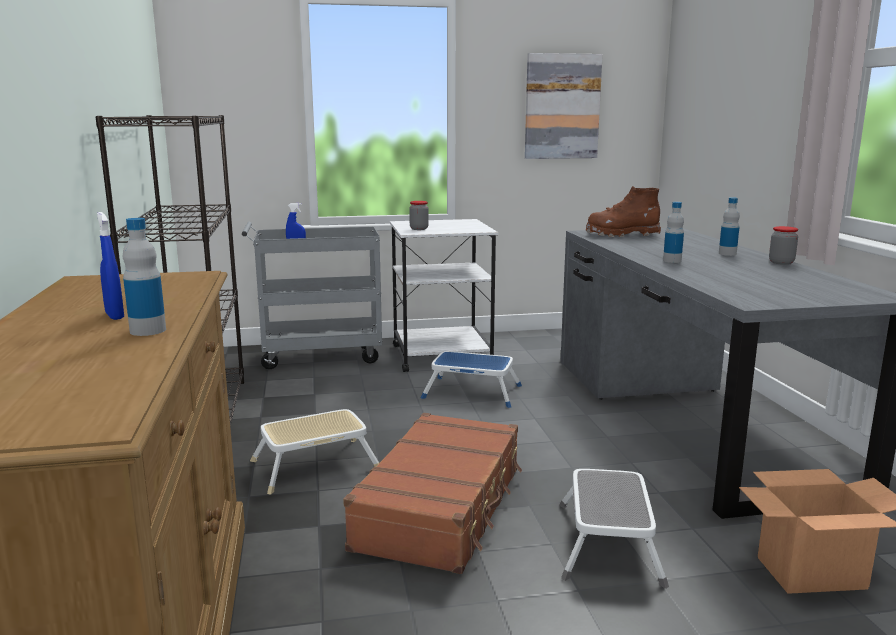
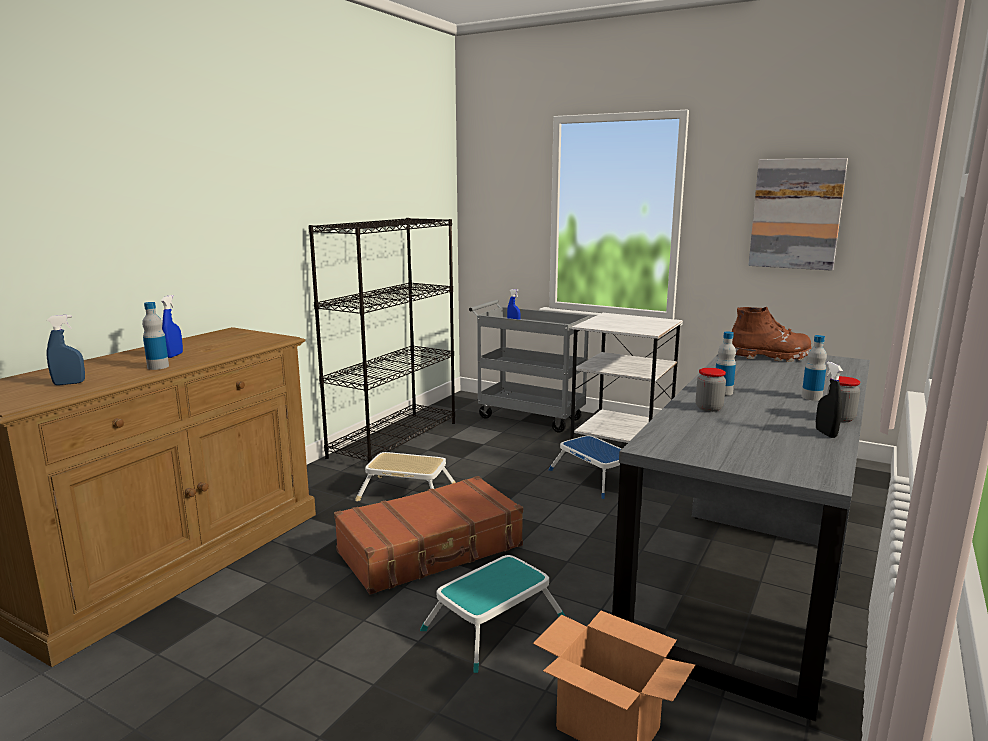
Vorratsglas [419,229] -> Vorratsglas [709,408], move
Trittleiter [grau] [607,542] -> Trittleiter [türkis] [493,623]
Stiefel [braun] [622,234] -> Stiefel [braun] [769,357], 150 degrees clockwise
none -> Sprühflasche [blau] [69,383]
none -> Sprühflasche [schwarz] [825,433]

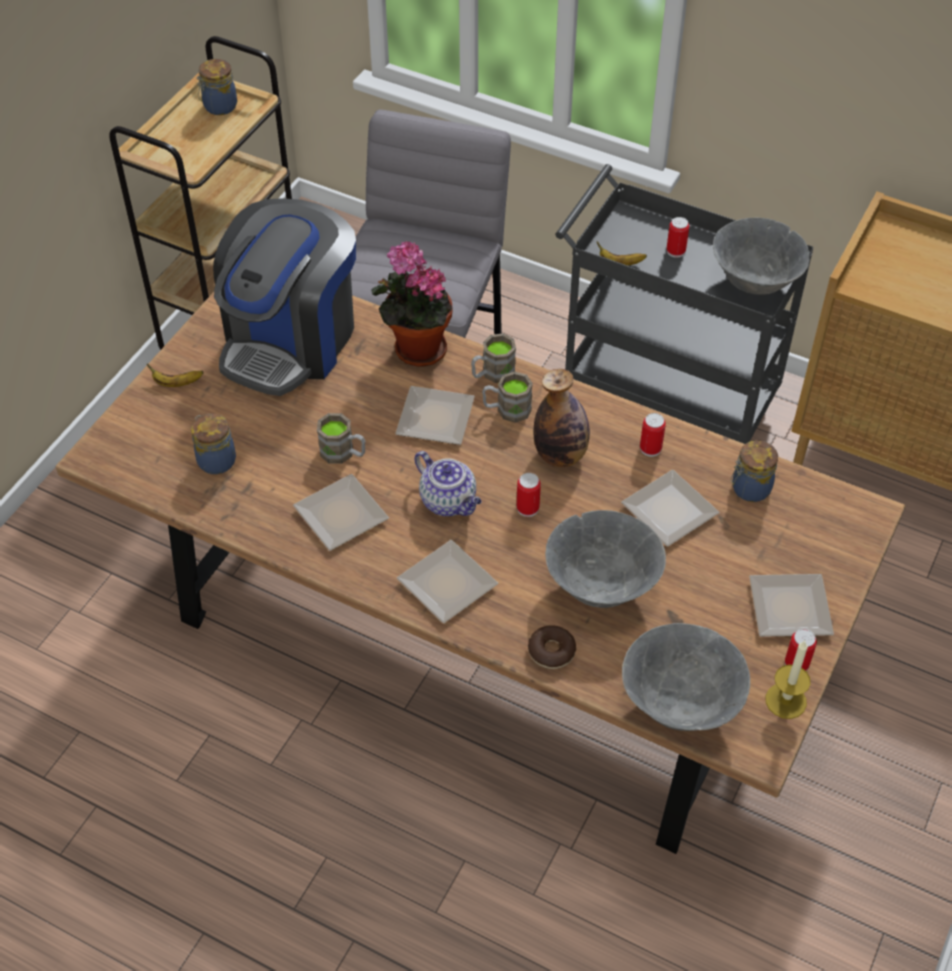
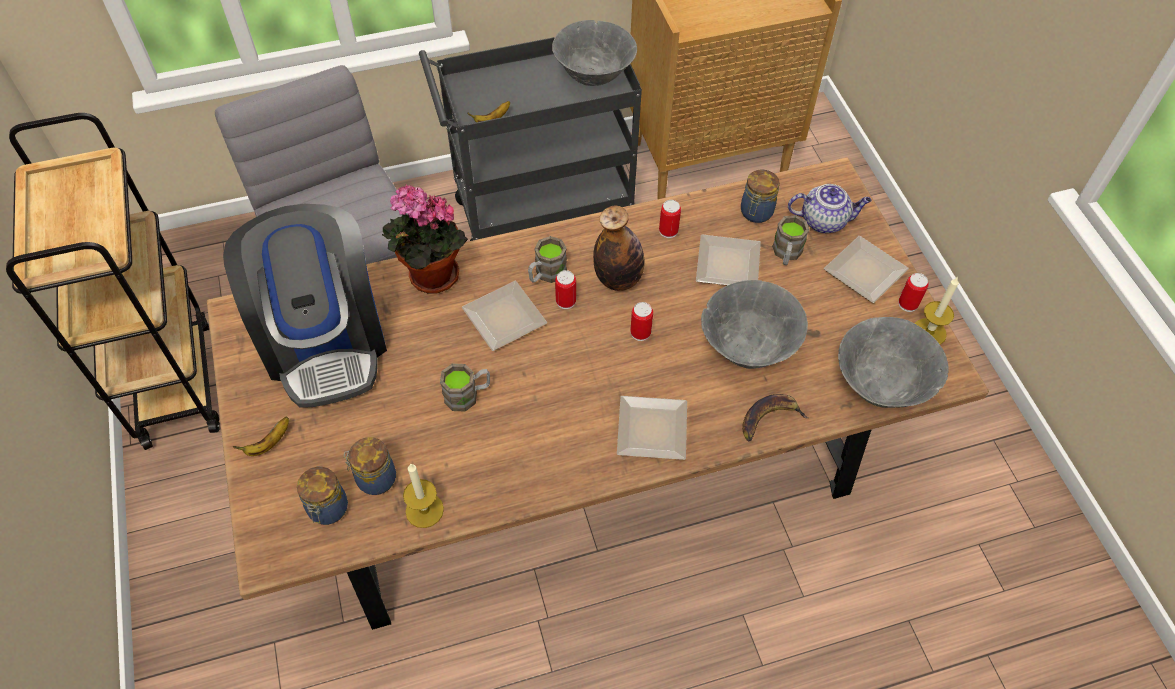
Vorratsglas [219,107] -> Vorratsglas [327,510], move
Teller [337,515] -> none
Teekanne [449,501] -> Teekanne [824,221], move
Henkelbecher [braun] [492,374] -> Henkelbecher [braun] [786,254], move
Donut [551,651] -> Banane [769,418]
Dose [675,251] -> Dose [566,301], move
none -> Kerze [424,510]

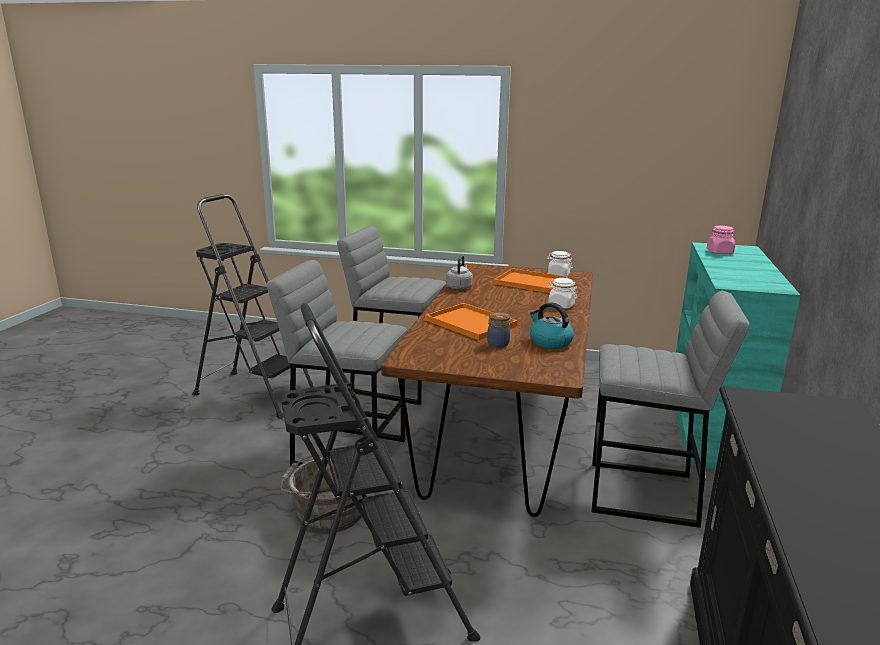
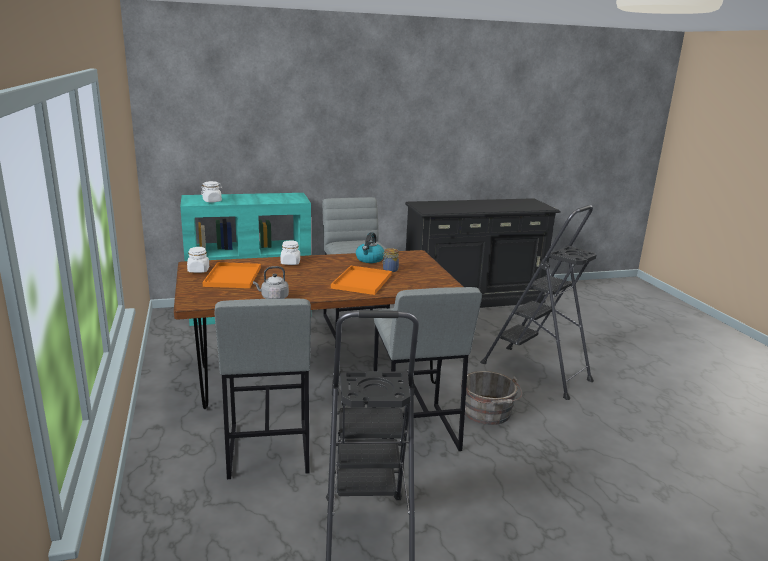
Vorratsglas [rosa] [719,252] -> Vorratsglas [weiß] [212,201]

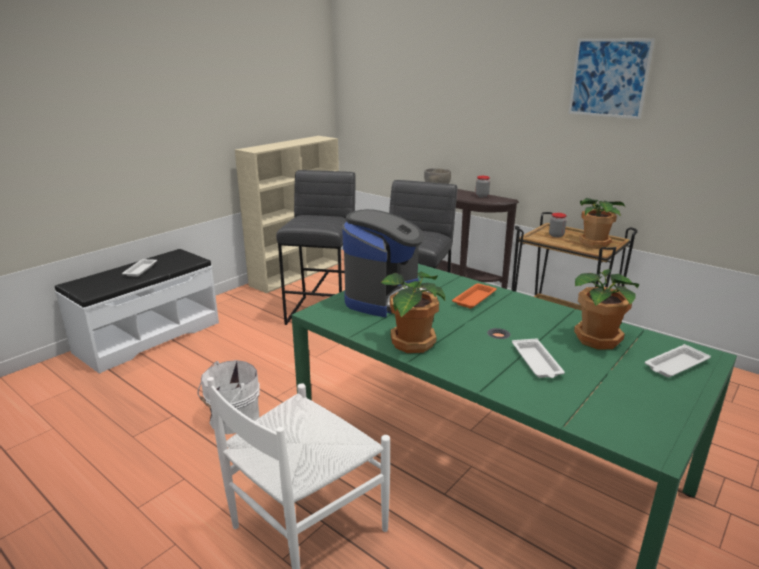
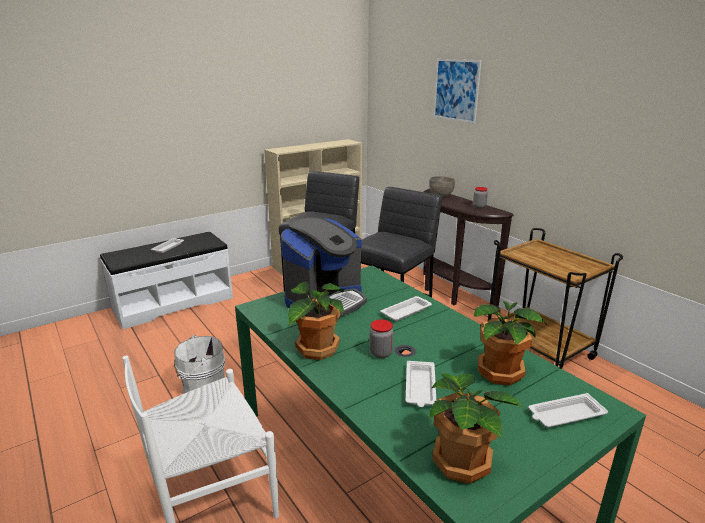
Tablett [orange] [475,298] -> Tablett [weiß] [407,311]
Vorratsglas [556,235] -> Vorratsglas [380,353], move
Bild [609,78] -> Bild [456,90], move
Topfpflanze [594,243] -> Topfpflanze [462,461], move

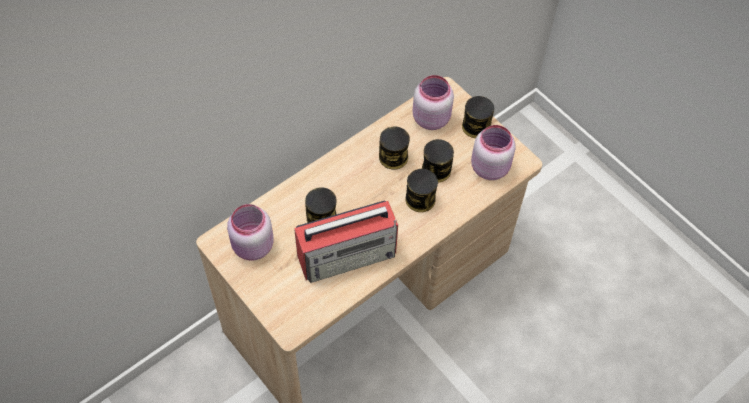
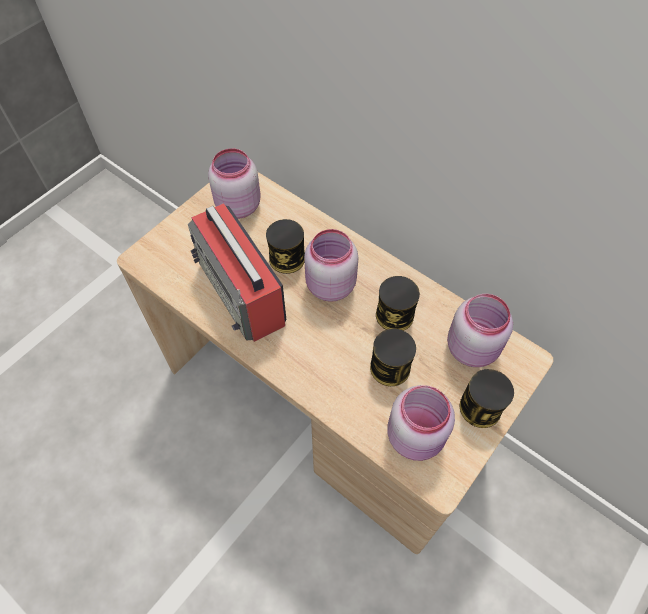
Dose [420,199] -> none
none -> Vorratsglas [rosa] [329,285]

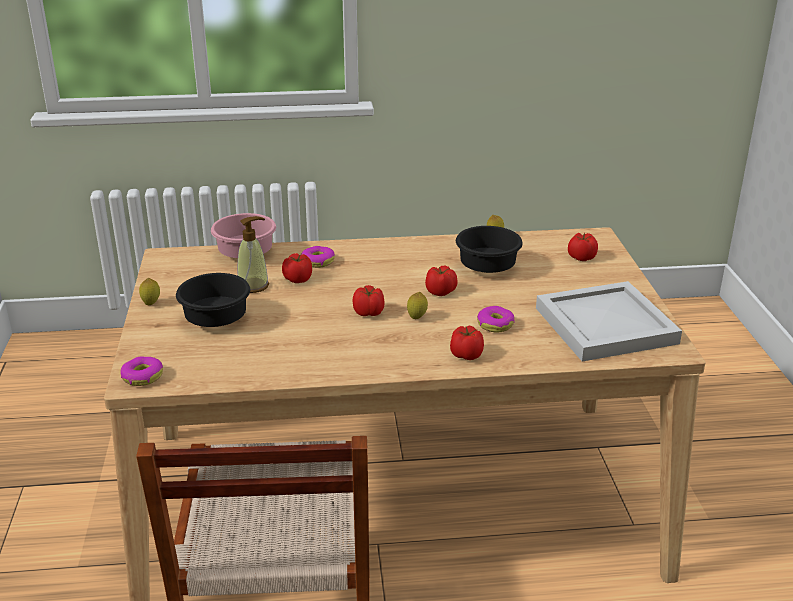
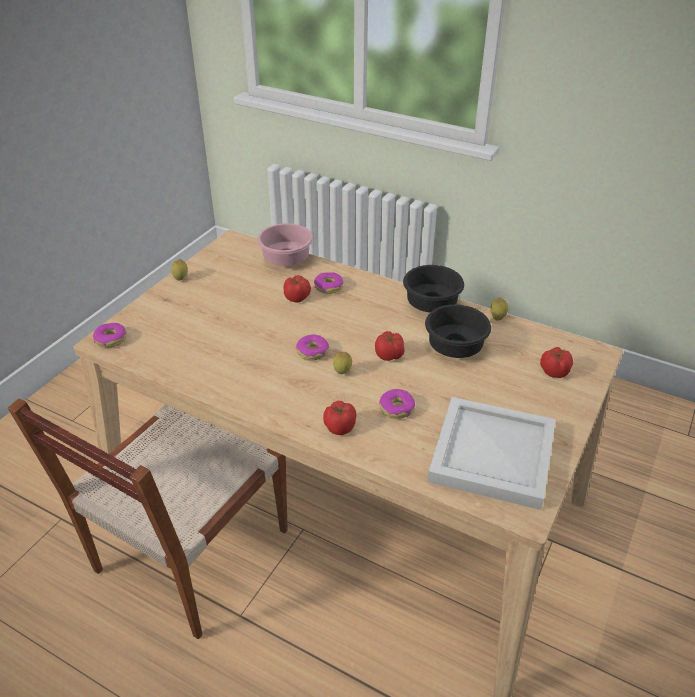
Schüssel [schwarz] [217,319] -> Schüssel [schwarz] [433,304], move
Seifenspender [253,286] -> none
Tomate [369,313] -> Donut [312,352]

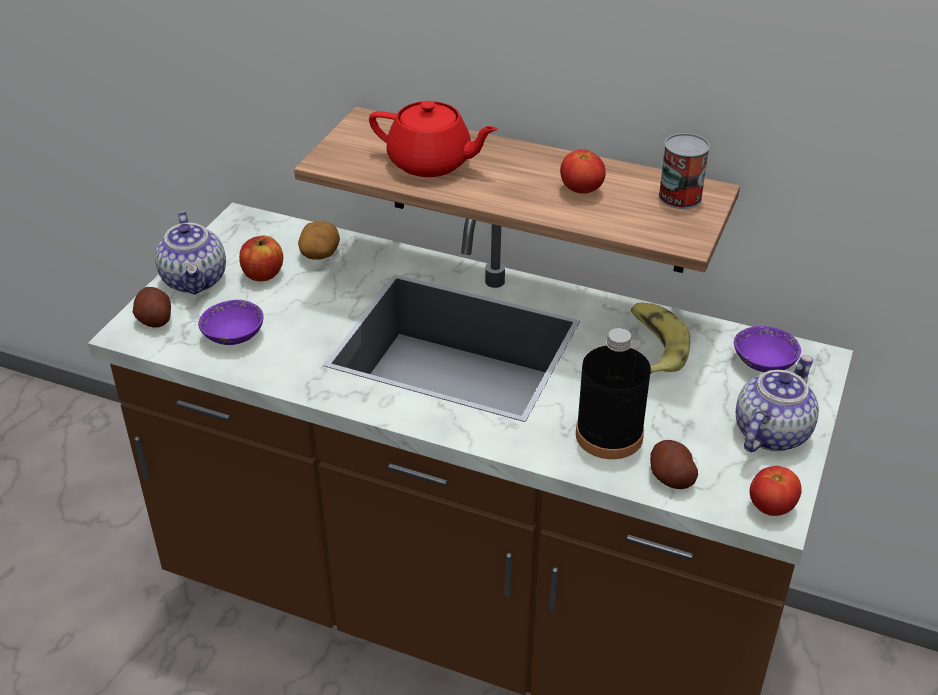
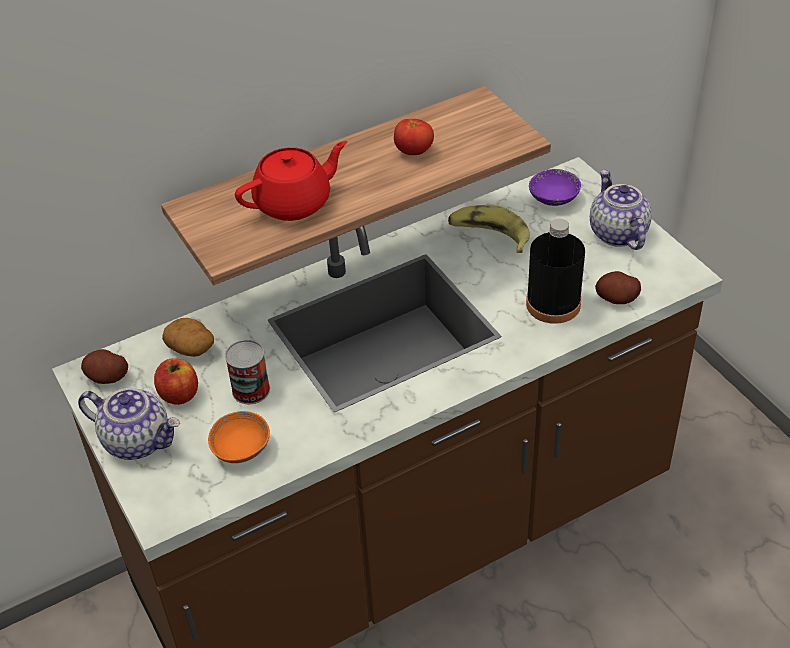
Kartoffel [154,320] -> Kartoffel [107,377], move
Schüssel [lila] [233,336] -> Schüssel [orange] [241,449]
Dose [680,197] -> Dose [251,390], move
Tomate [771,507] -> none

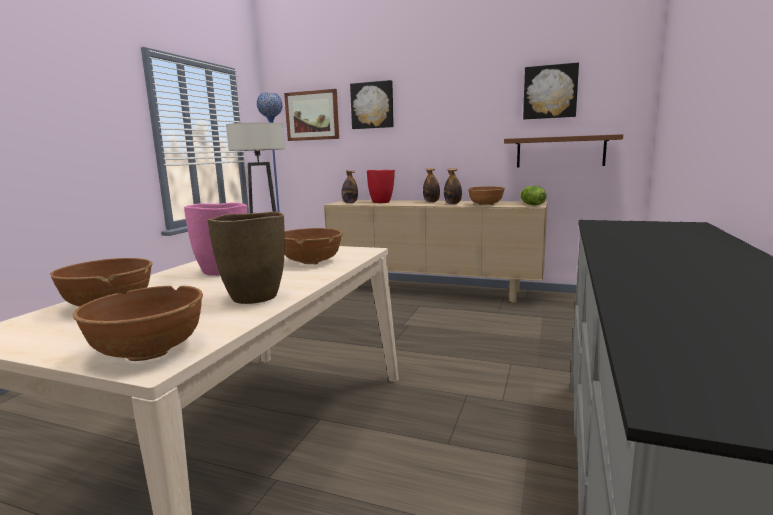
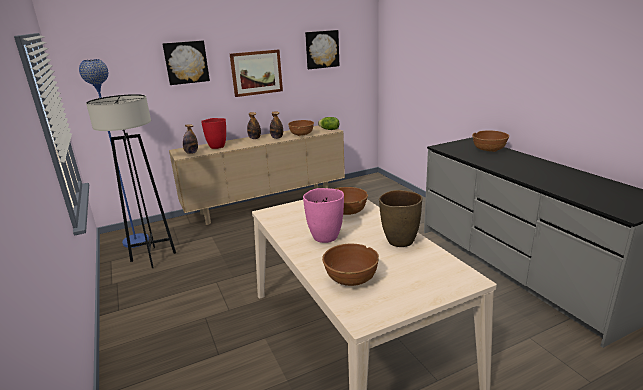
Schüssel [braun] [148,350] -> Schüssel [braun] [488,150], move
Bild [312,115] -> Bild [256,73], move
Wandregal [braun] [560,152] -> none

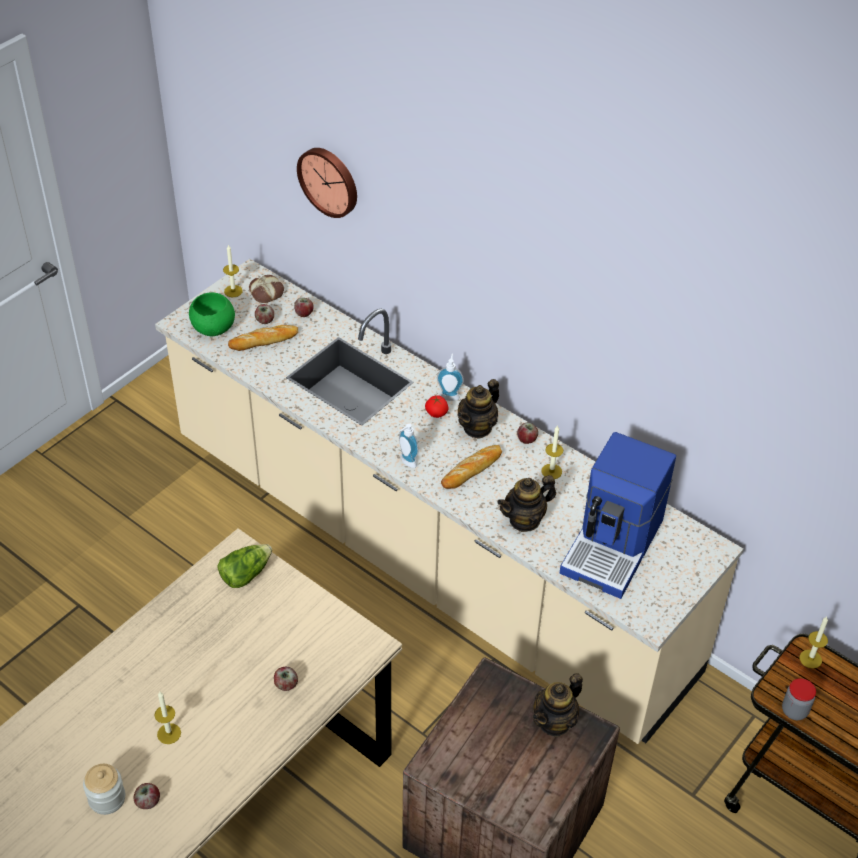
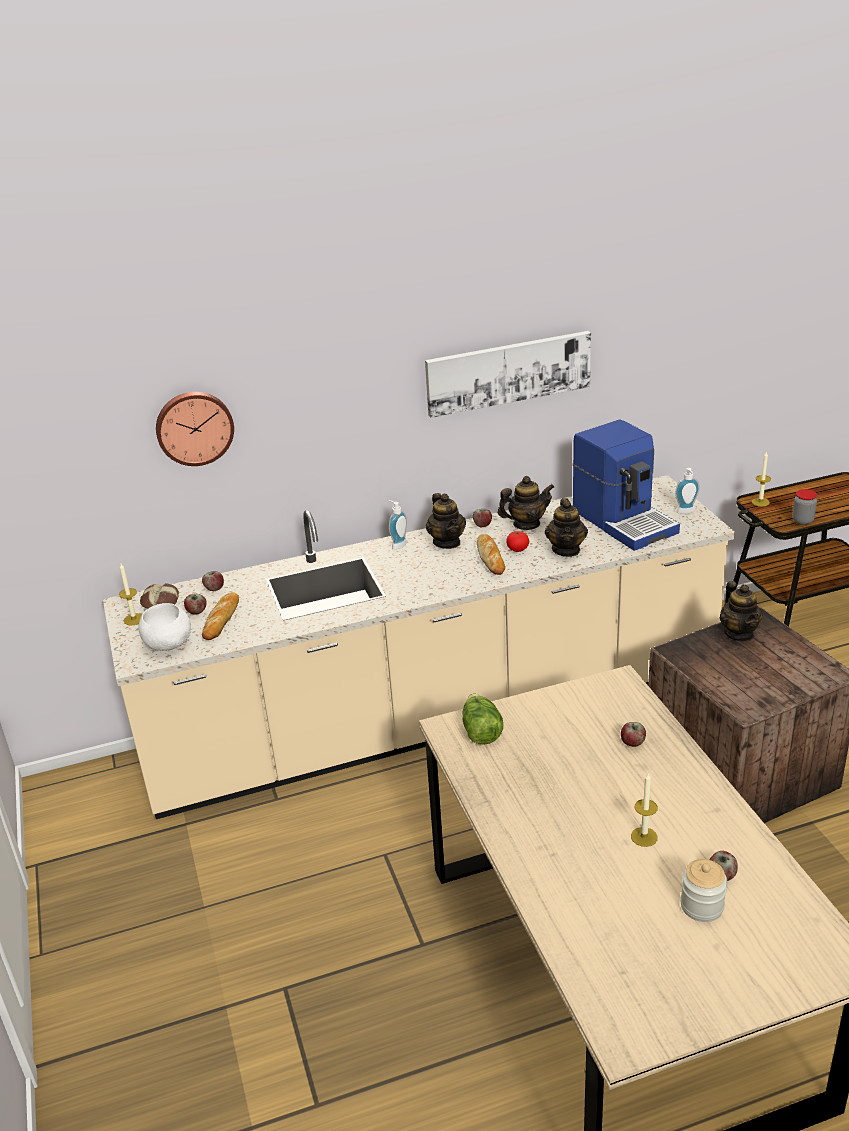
Schüssel [grün] [212,327] -> Schüssel [weiß] [167,644]
Seifenspender [406,462] -> Seifenspender [686,512], move
Tomate [436,413] -> Tomate [517,549], move
Kerze [551,471] -> Teekanne [526,524]
none -> Bild [508,372]

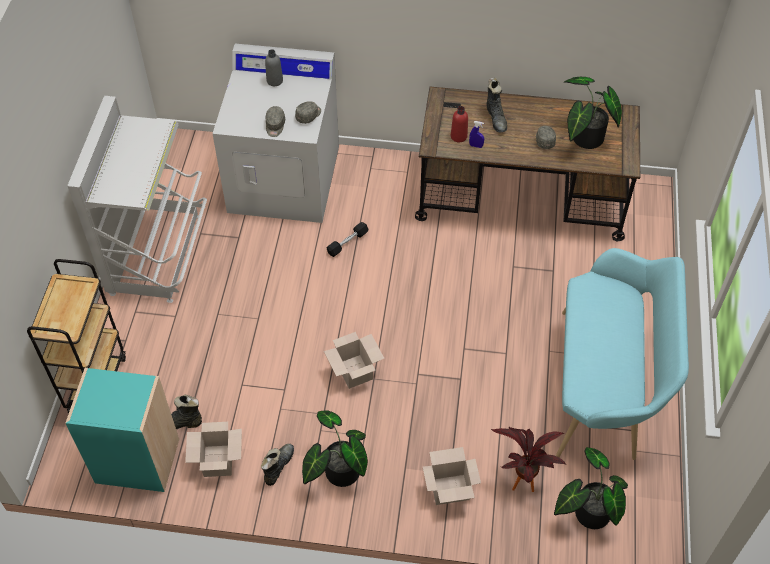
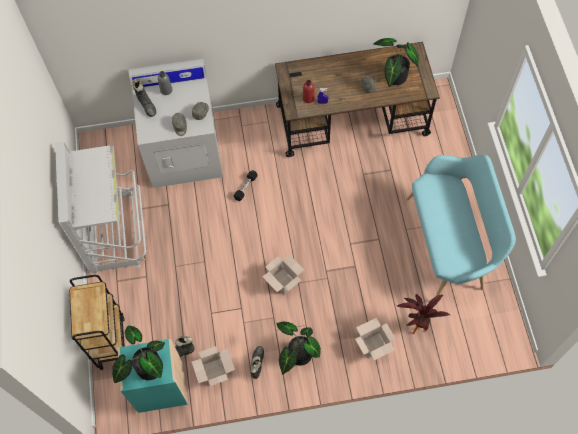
Stiefel [schwarz] [496,119] -> Stiefel [schwarz] [147,105], move
Topfpflanze [587,512] -> Topfpflanze [146,368], move

